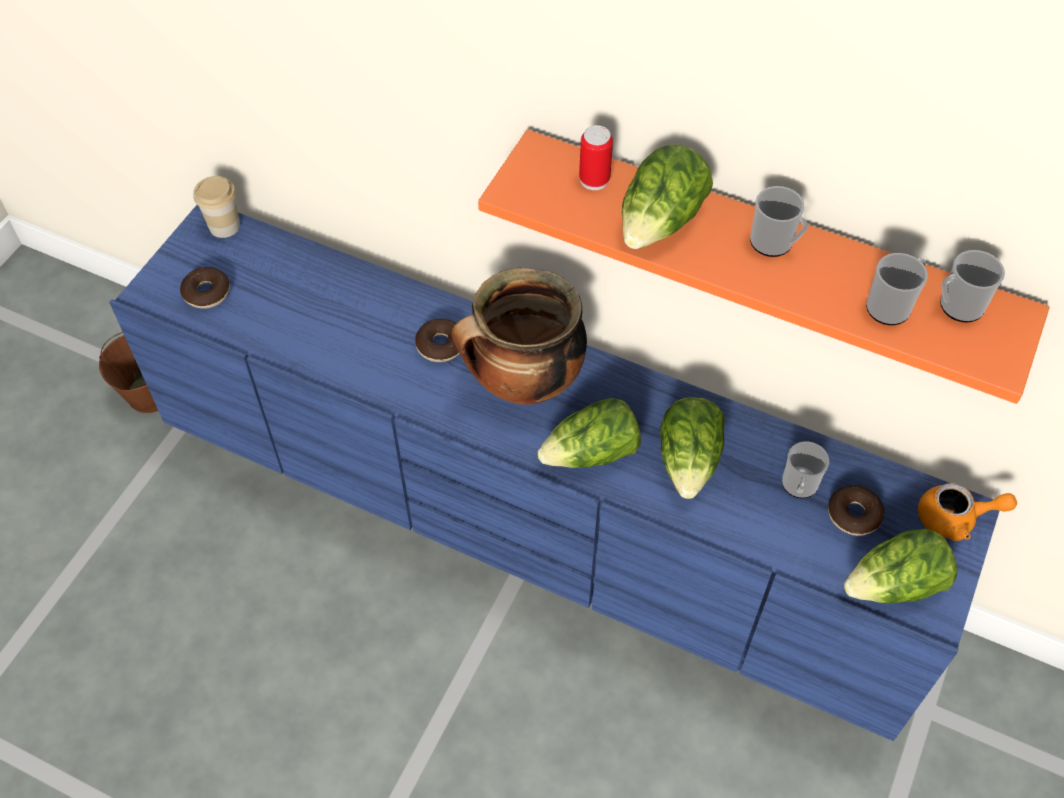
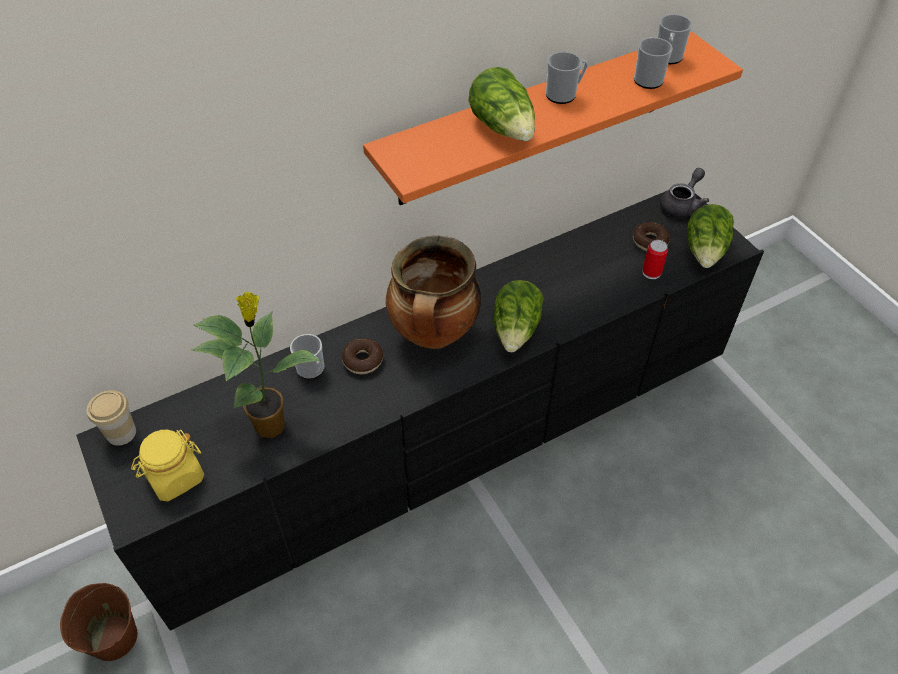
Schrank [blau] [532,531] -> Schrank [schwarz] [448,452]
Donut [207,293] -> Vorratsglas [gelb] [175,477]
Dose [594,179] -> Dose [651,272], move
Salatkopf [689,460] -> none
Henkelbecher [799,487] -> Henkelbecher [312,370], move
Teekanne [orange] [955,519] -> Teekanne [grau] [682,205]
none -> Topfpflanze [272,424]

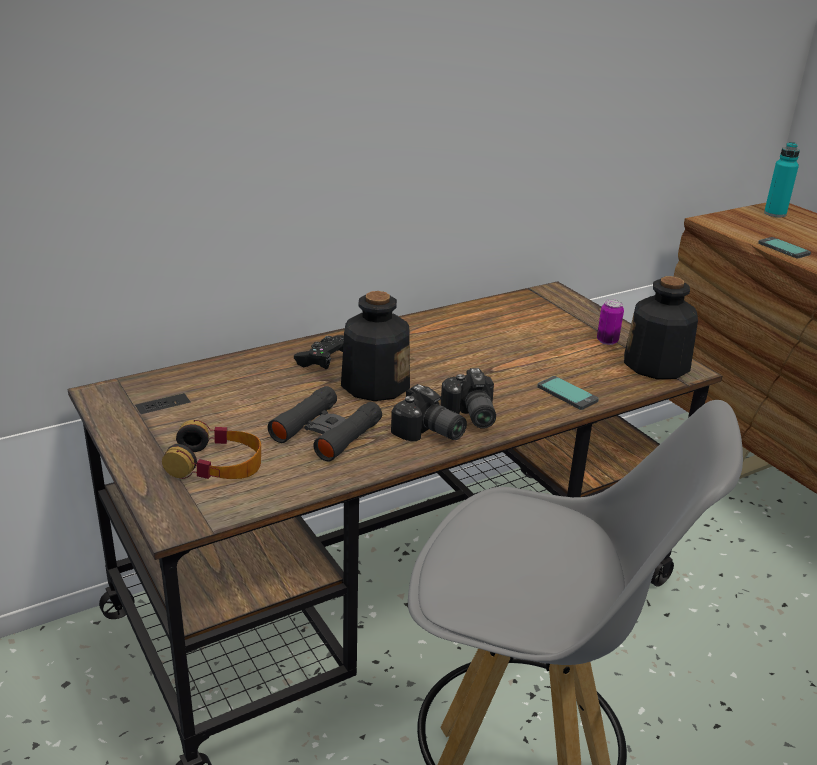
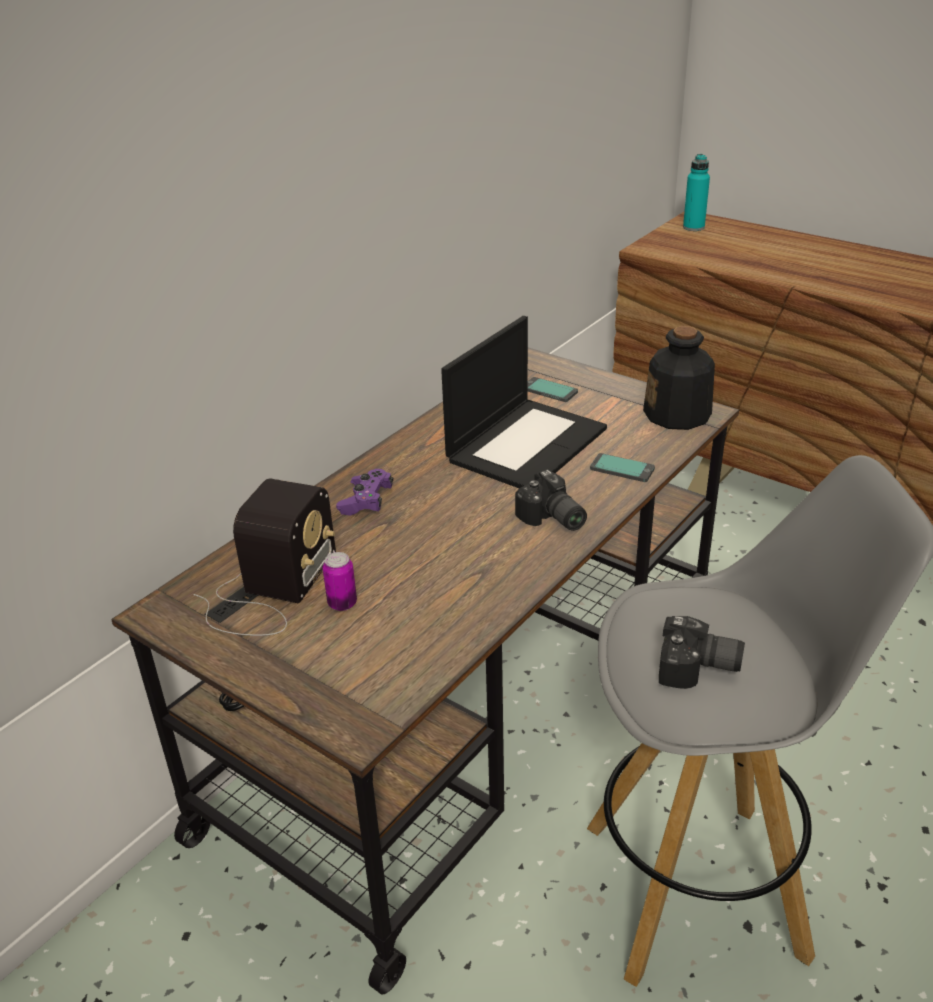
Kopfhörer [216,464] -> none
Fernglas [schwarz] [326,432] -> none
Gamepad [schwarz] [324,361] -> Gamepad [lila] [366,501]
Flasche [374,384] -> none
Kamera [428,433] -> Kamera [699,669], move
Dose [607,341] -> Dose [342,603], move
Handy [783,249] -> Handy [549,391], move
none -> Radio [270,590]
none -> Laptop [526,443]

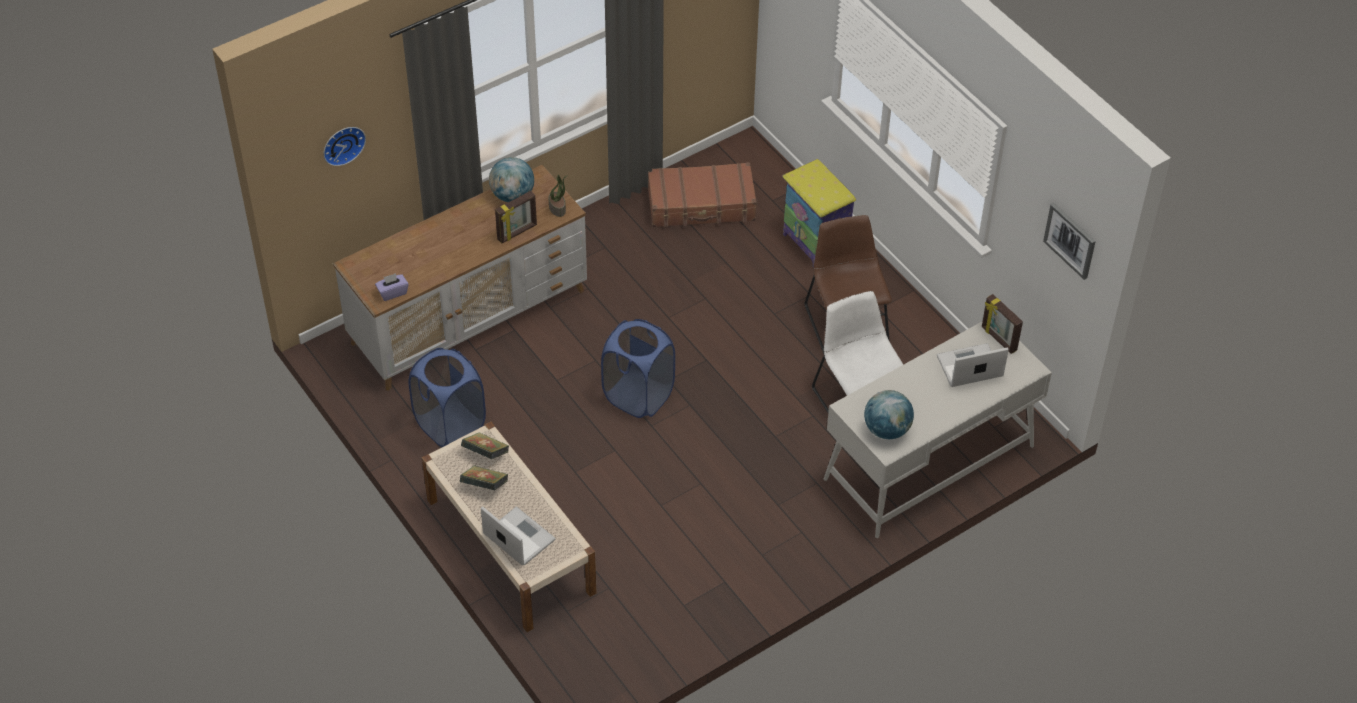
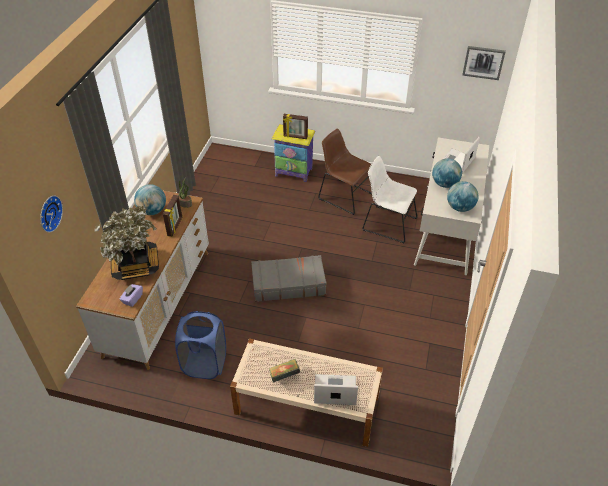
Buch [485,454] -> none
Wäschekorb [blau] [638,395] -> Koffer [grau] [288,284]
Koffer [braun] [701,205] -> none
Bilderrahmen [998,339] -> Bilderrahmen [295,137], move
none -> Topfpflanze [135,265]
none -> Globus [444,184]

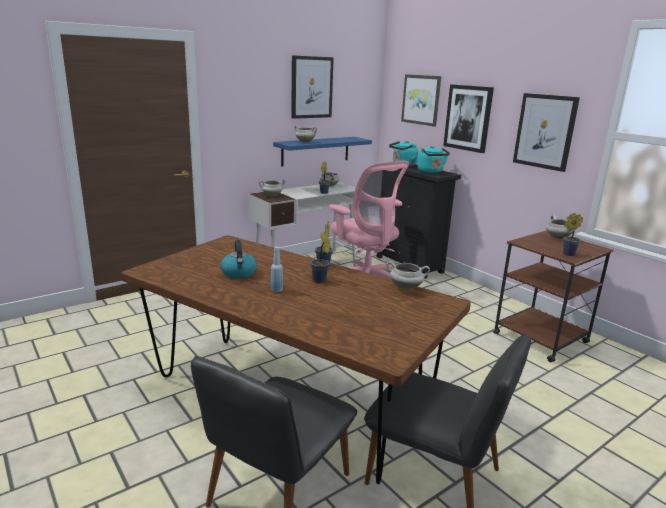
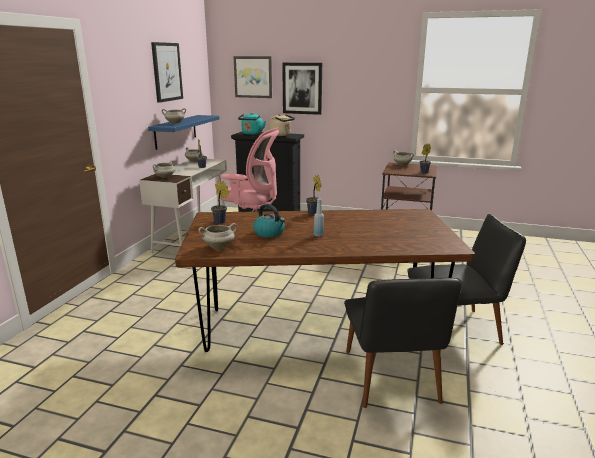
Topfpflanze [320,281] -> Topfpflanze [221,222], move
Kochtopf [weiß] [406,288] -> Kochtopf [weiß] [219,247], move
Wasserkessel [türkis] [431,172] -> Wasserkessel [beige] [281,135]
Bild [545,131] -> none

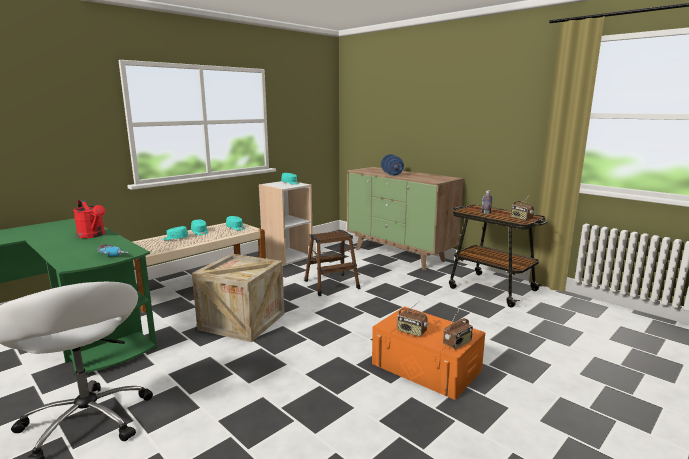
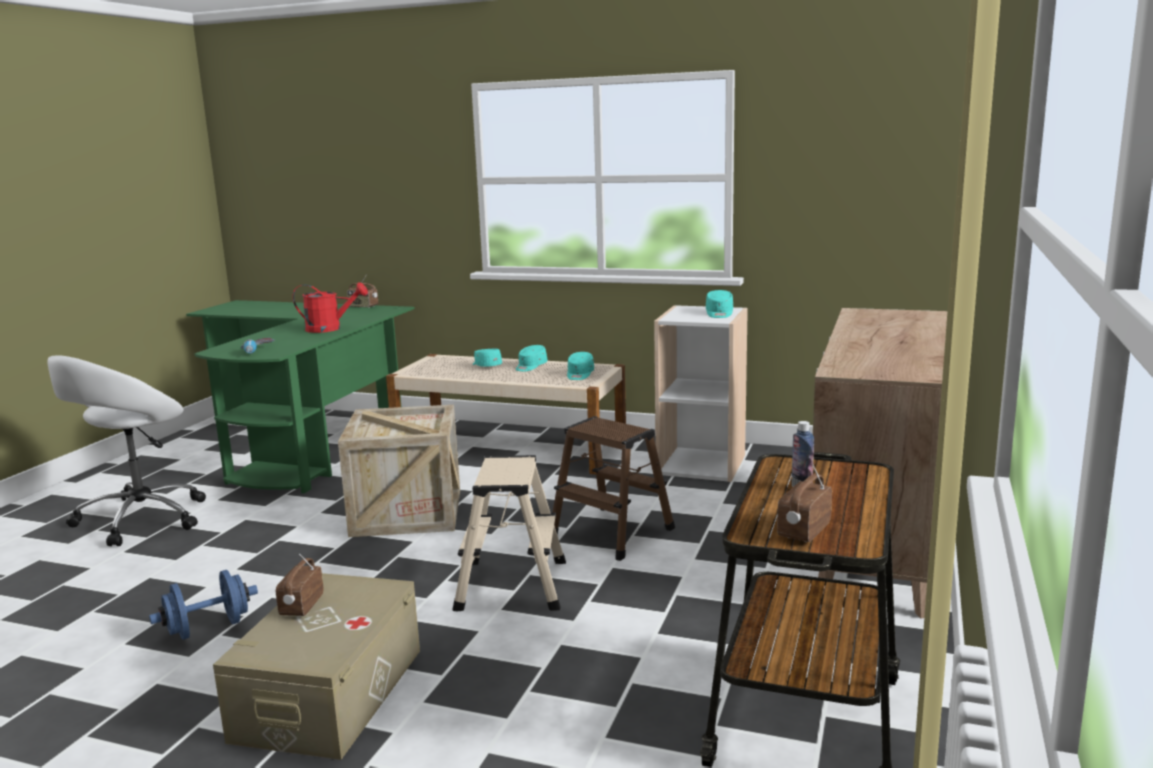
Gießkanne [rot] [93,235] -> Gießkanne [rot] [330,329], 105 degrees counterclockwise
Aufbewahrungsbox [orange] [426,367] -> Aufbewahrungsbox [beige] [329,694]
Hantel [blau] [391,174] -> Hantel [blau] [208,628], move
Radio [457,343] -> Radio [363,306], move
none -> Trittleiter [beige] [511,585]

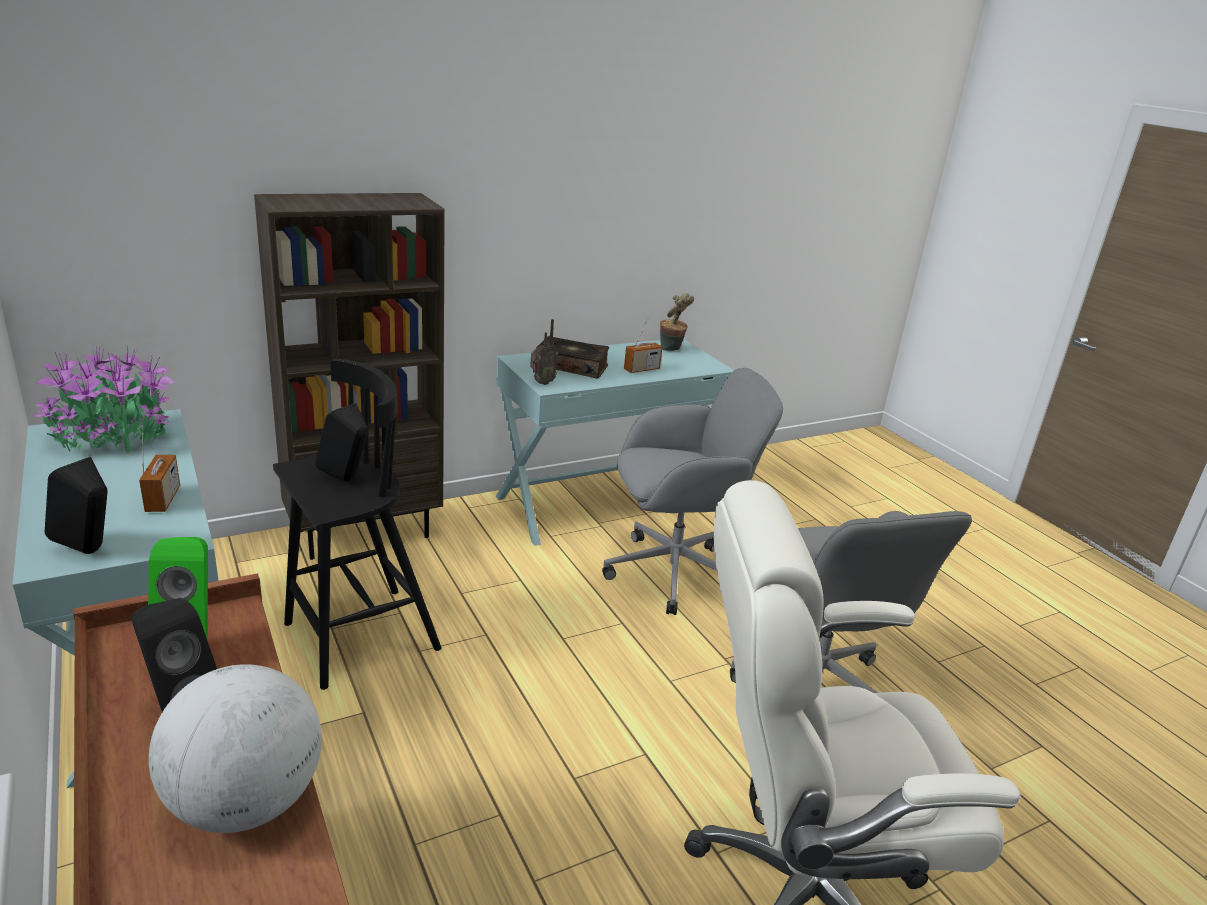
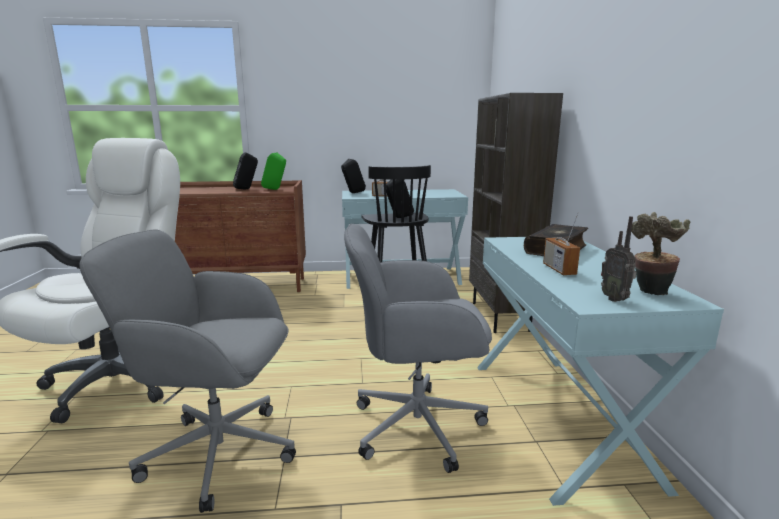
Topfpflanze [113,437] -> none
Globus [245,803] -> none
Radio [541,383] -> Radio [615,299], move
Bürostuhl [grau] [674,573] -> Bürostuhl [grau] [415,426], 75 degrees clockwise

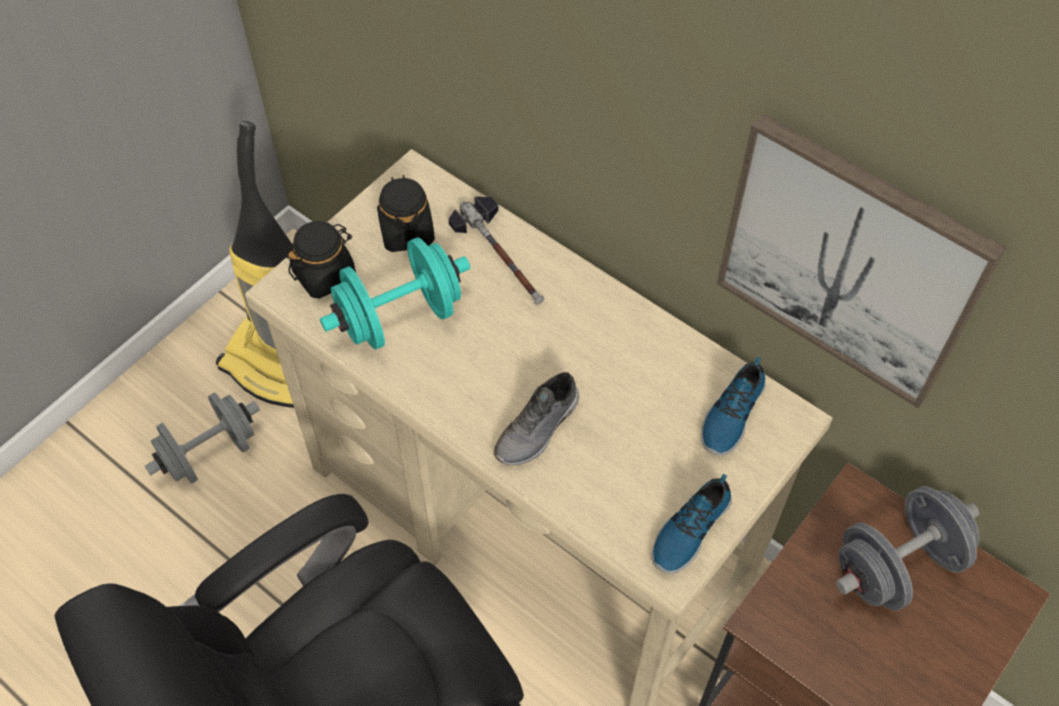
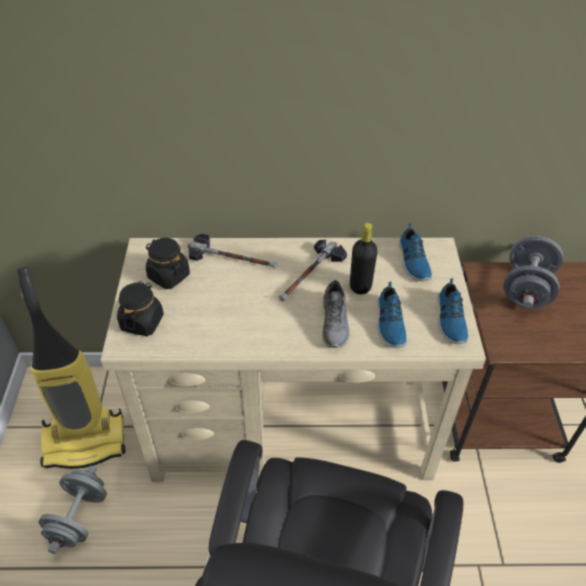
Hantel [türkis] [399,317] -> none
Bild [849,261] -> none
none -> Hammer [310,274]
none -> Flasche [schwarz] [360,286]
none -> Schuh [389,323]

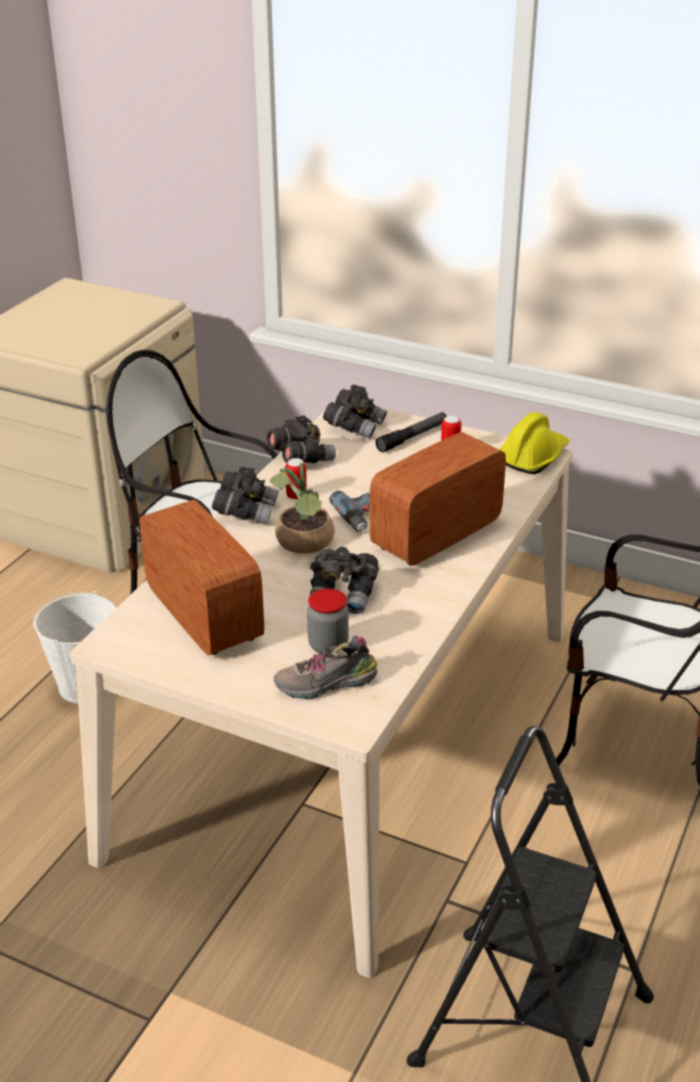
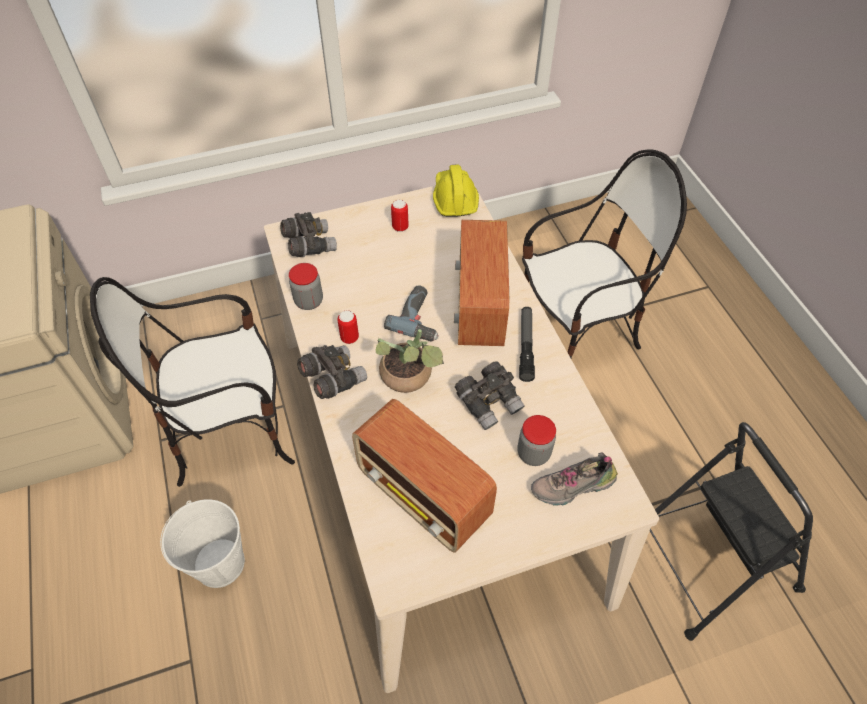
Radio [203,614] -> Radio [424,496], 150 degrees counterclockwise
Fernglas [grau] [300,458] -> Vorratsglas [309,301]
Schuh [326,684] -> Schuh [572,487], 45 degrees clockwise
Taschenlampe [412,437] -> Taschenlampe [526,346], move

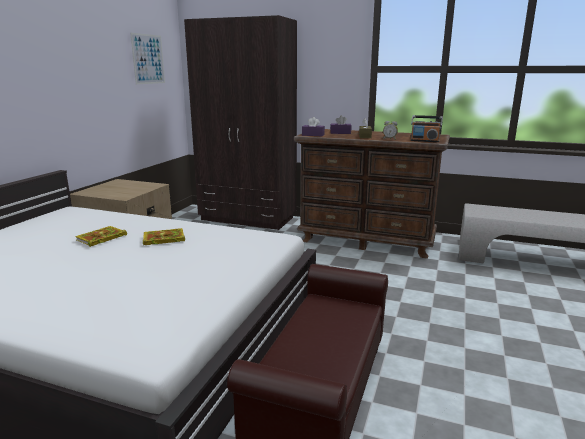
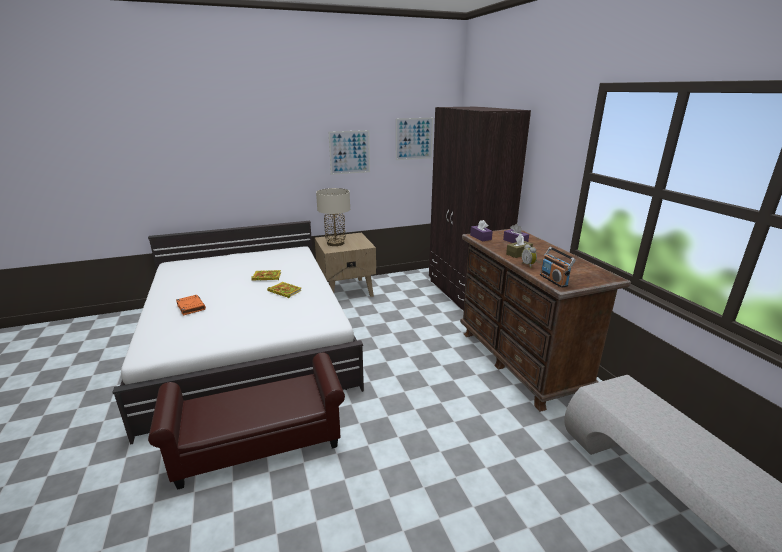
none -> Buch [orange] [190,307]
none -> Tischlampe [335,243]
none -> Bild [349,152]

